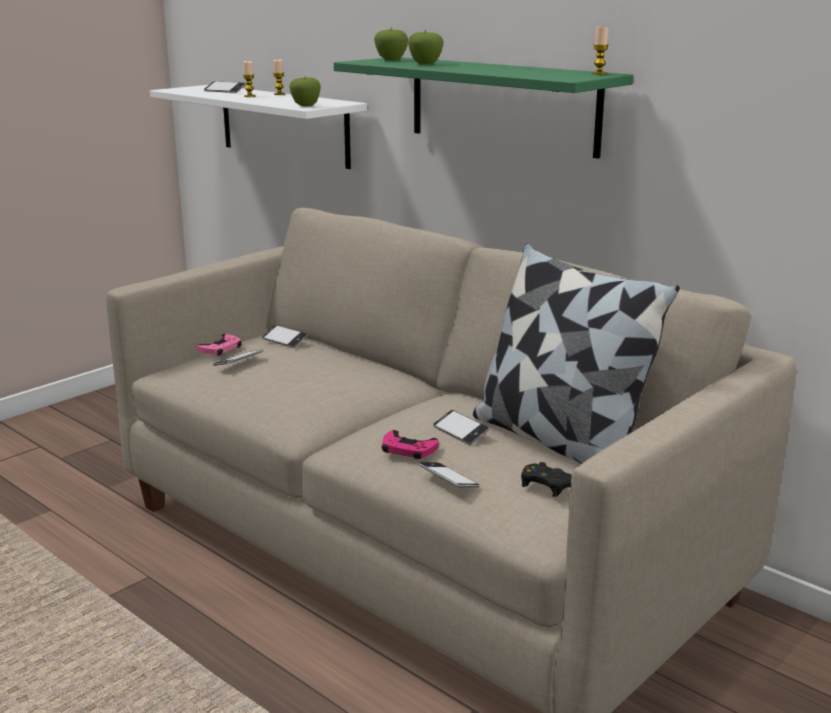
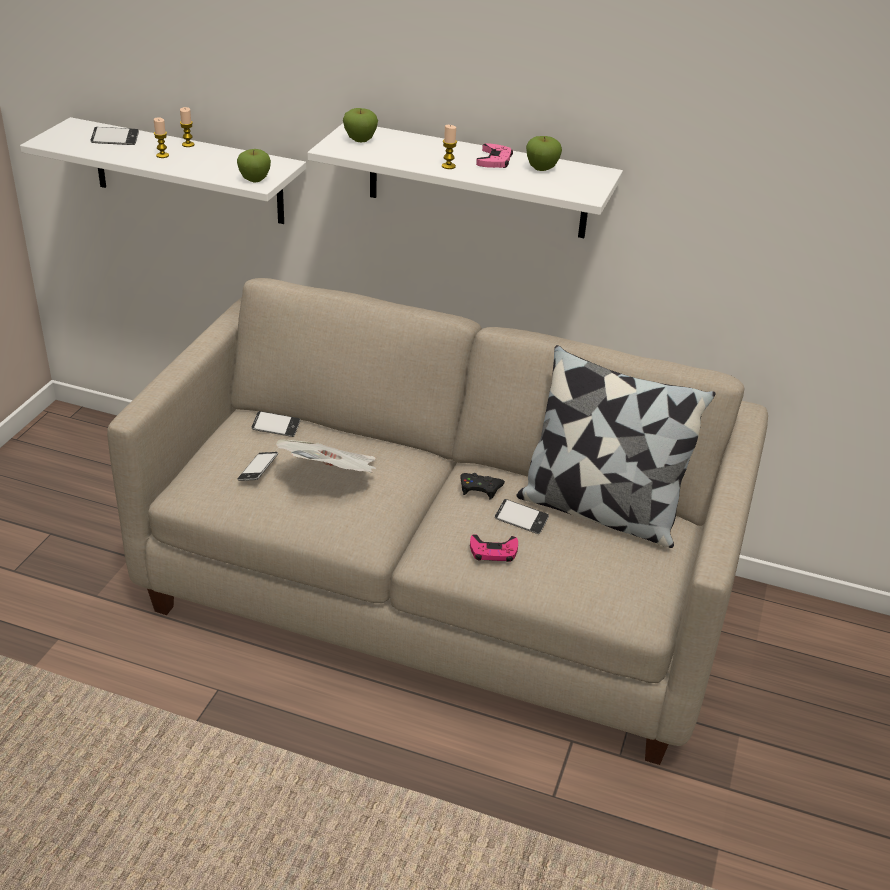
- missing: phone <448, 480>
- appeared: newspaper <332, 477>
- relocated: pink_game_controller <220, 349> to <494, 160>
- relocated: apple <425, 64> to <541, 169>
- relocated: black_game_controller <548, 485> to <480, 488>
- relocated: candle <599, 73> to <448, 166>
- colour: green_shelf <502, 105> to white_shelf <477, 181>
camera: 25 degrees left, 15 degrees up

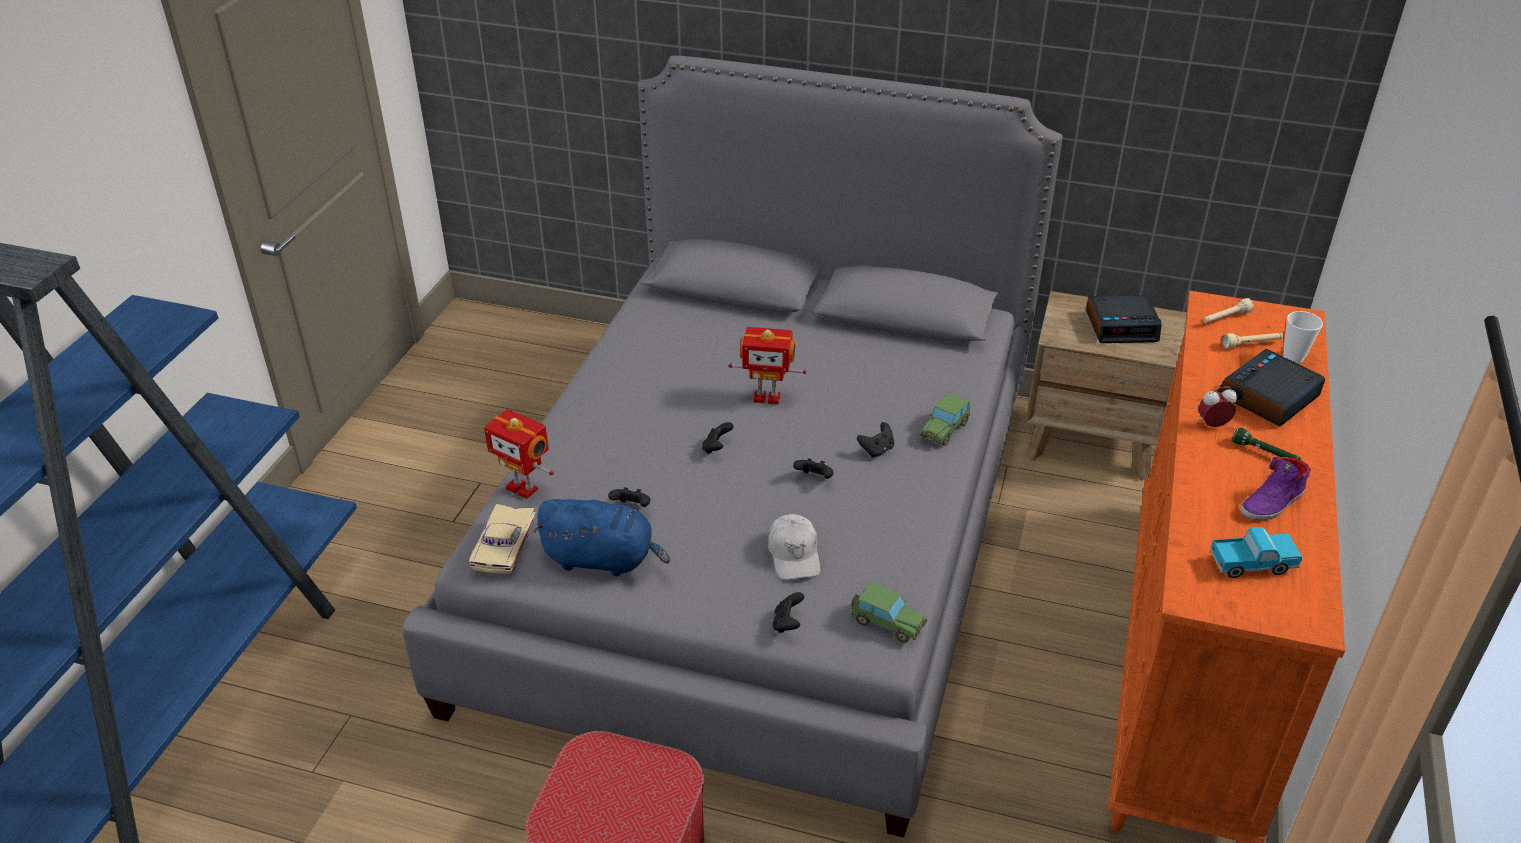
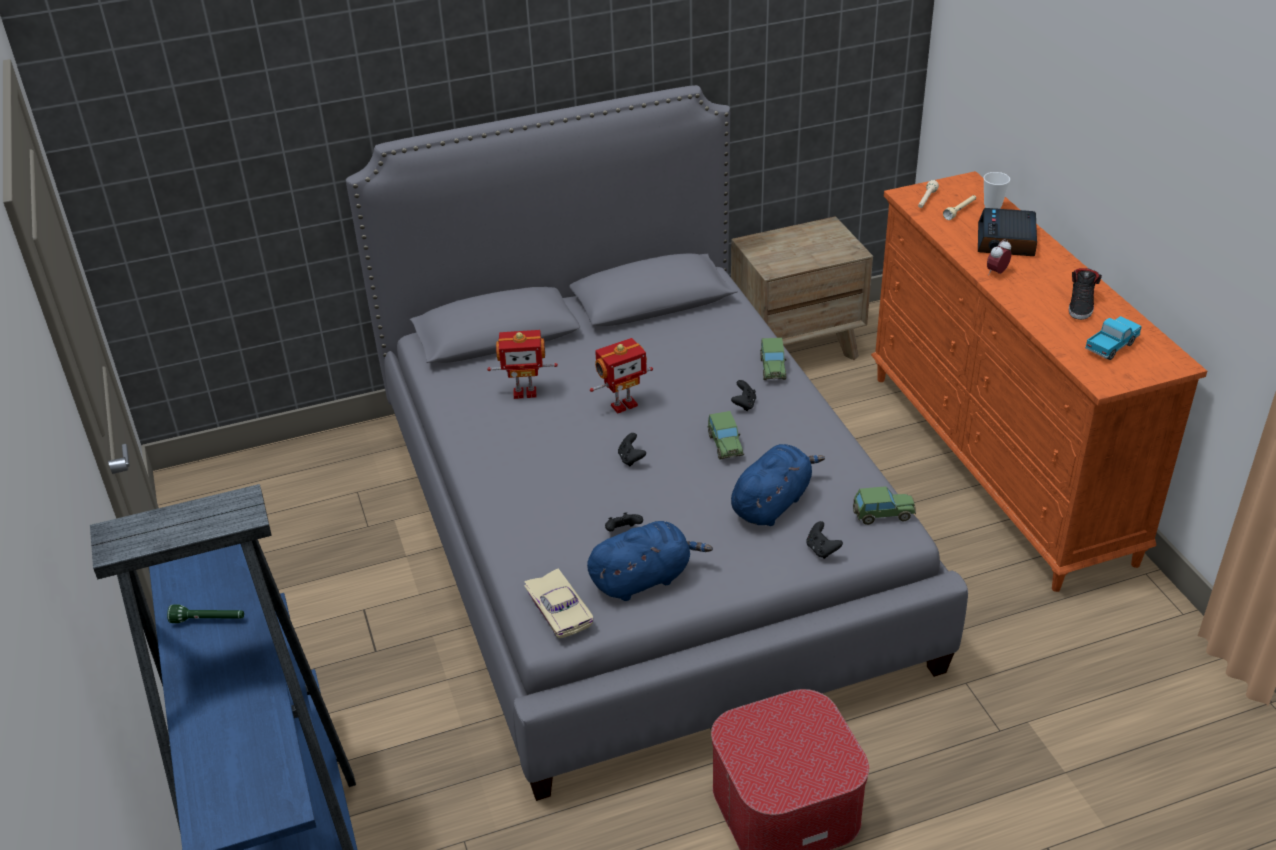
- missing: alarm_clock <1122, 326>
- relocated: toy_robot <523, 487> to <525, 392>
- relocated: green_flashlight <1265, 453> to <208, 620>
- exchanged: white_cap <794, 554> to blue_plush_toy <772, 503>
- exchanged: black_game_controller <814, 478> to toy_car <725, 445>
- colour: purple_shoe <1272, 503> to black_shoe <1081, 304>
camera: 35 degrees left, 0 degrees up

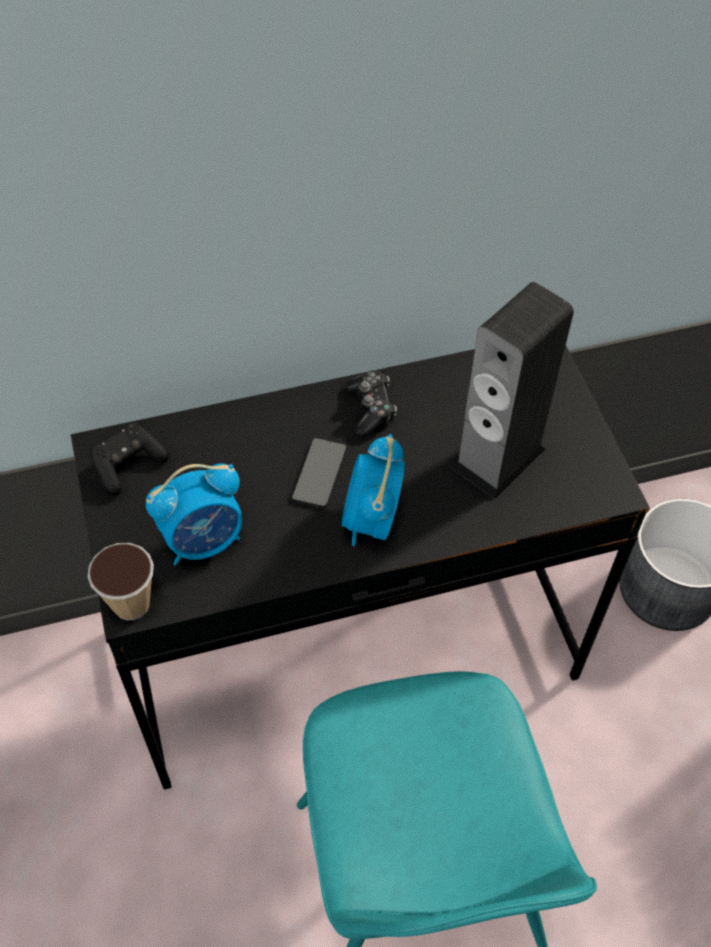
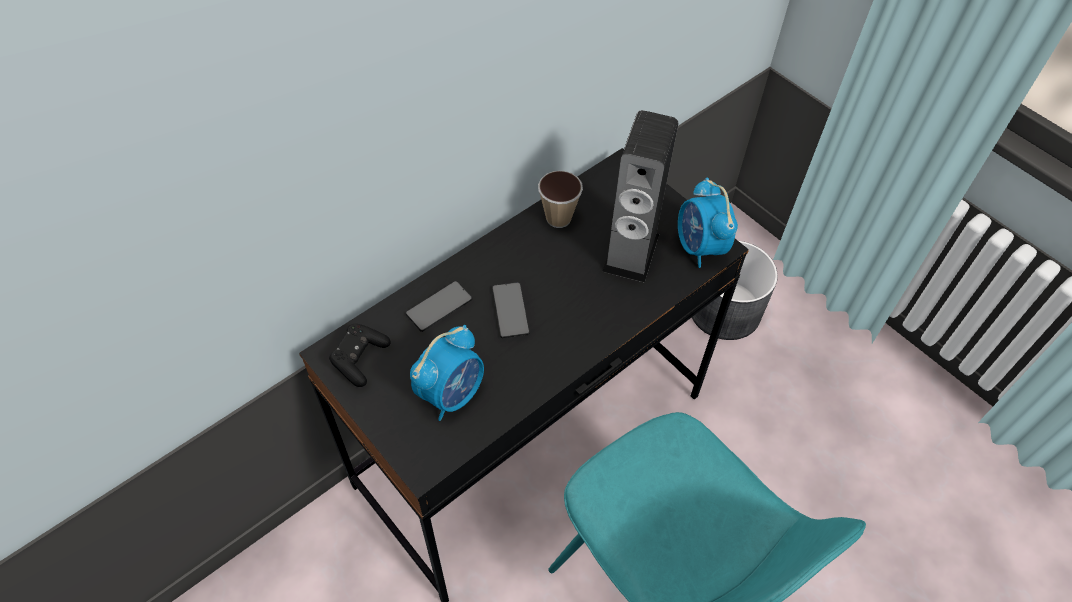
- missing: game_controller <371, 408>
- appeared: phone <439, 307>
- relocated: cup <131, 604> to <558, 218>
- relocated: alarm_clock <371, 520> to <699, 247>
camera: 25 degrees left, 0 degrees up

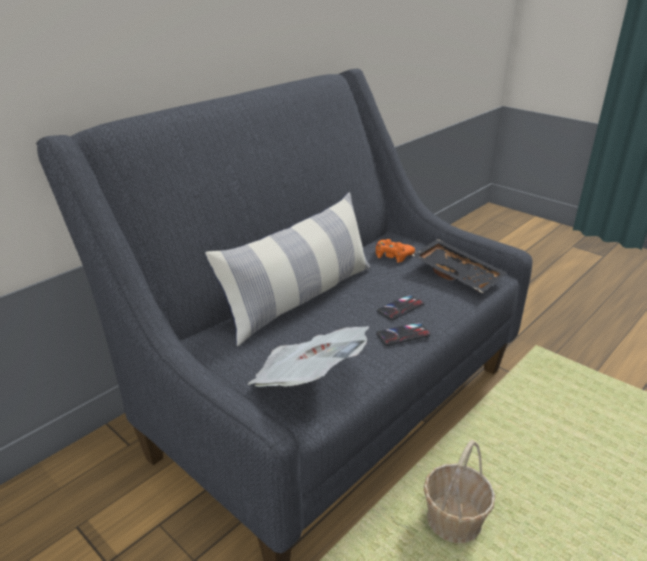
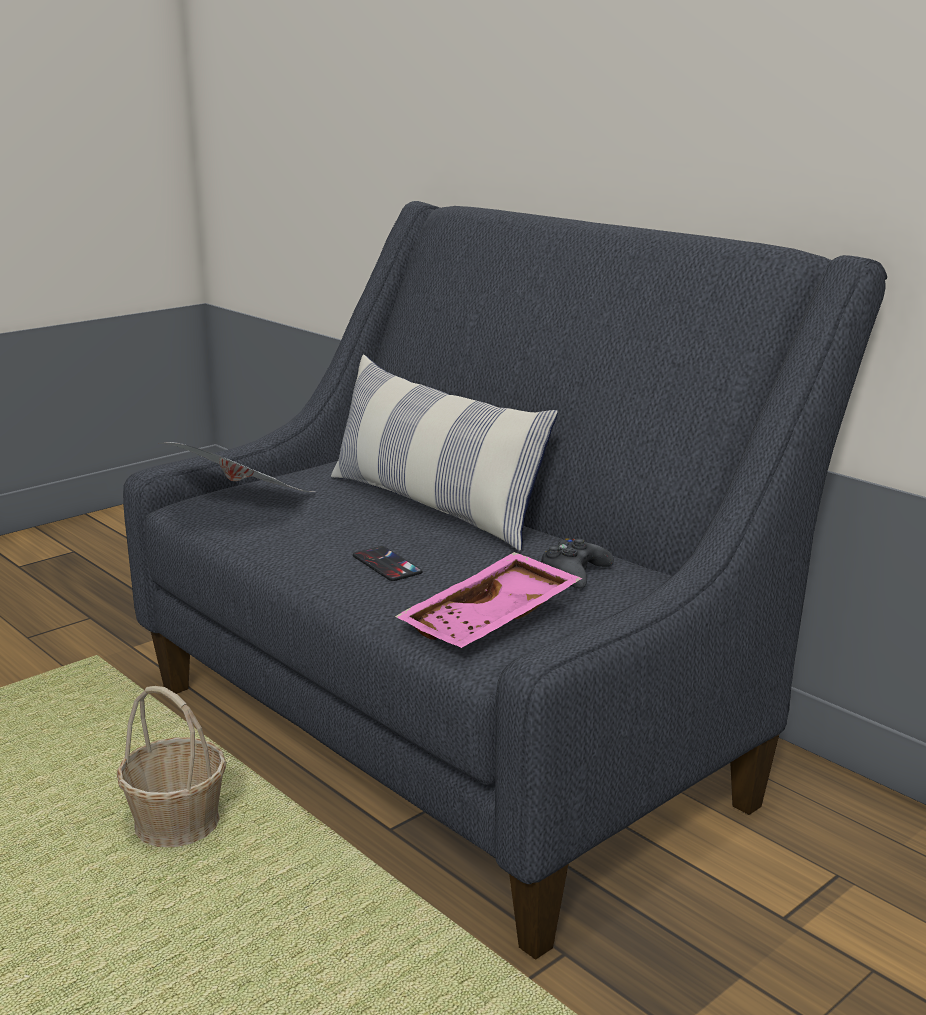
- missing: phone <403, 334>
- colour: orange_game_controller <392, 255> to black_game_controller <574, 574>
- colour: black_tray <458, 274> to pink_tray <492, 621>
camera: 95 degrees right, 10 degrees down

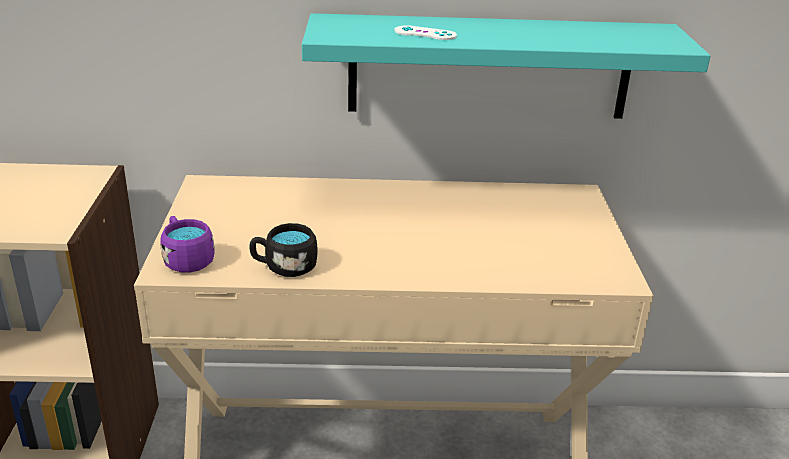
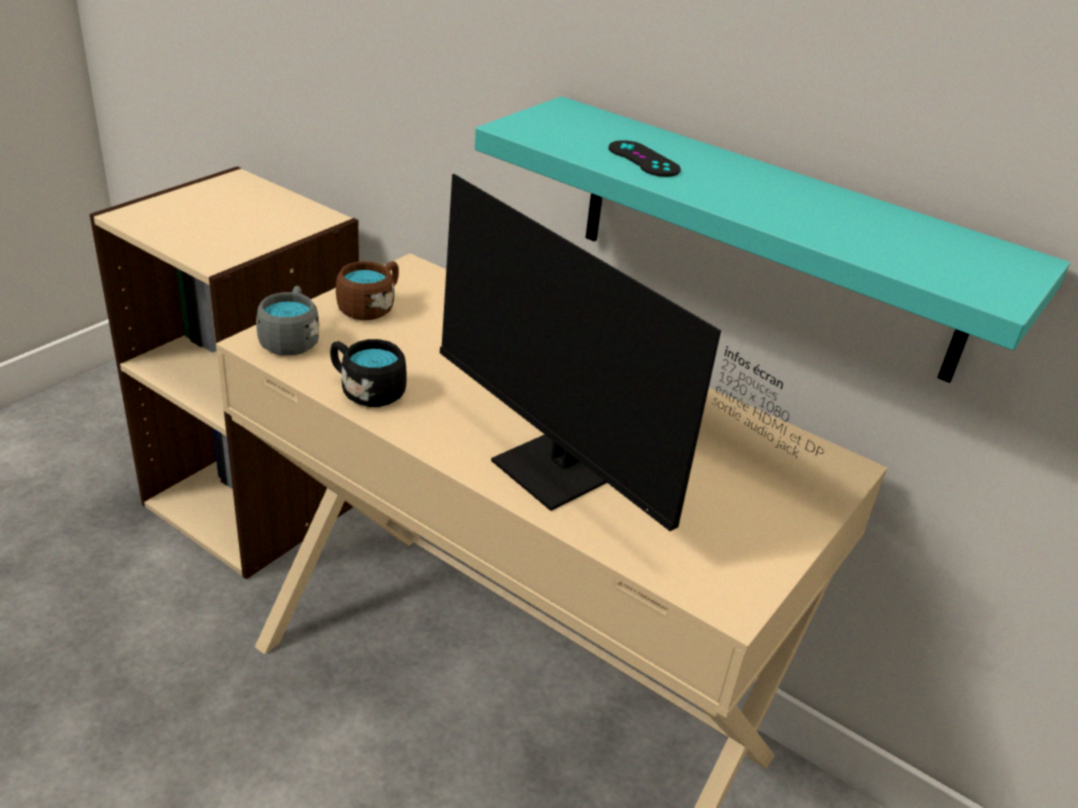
- appeared: brown_mug <371, 306>
- appeared: monitor <563, 479>
- colour: purple_mug <186, 259> to grey_mug <291, 339>
- colour: white_game_controller <425, 33> to black_game_controller <643, 159>
camera: 35 degrees right, 5 degrees up

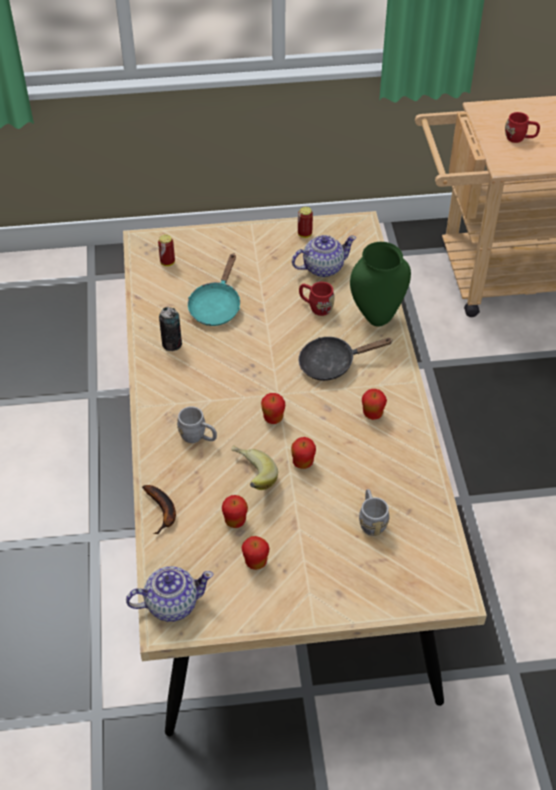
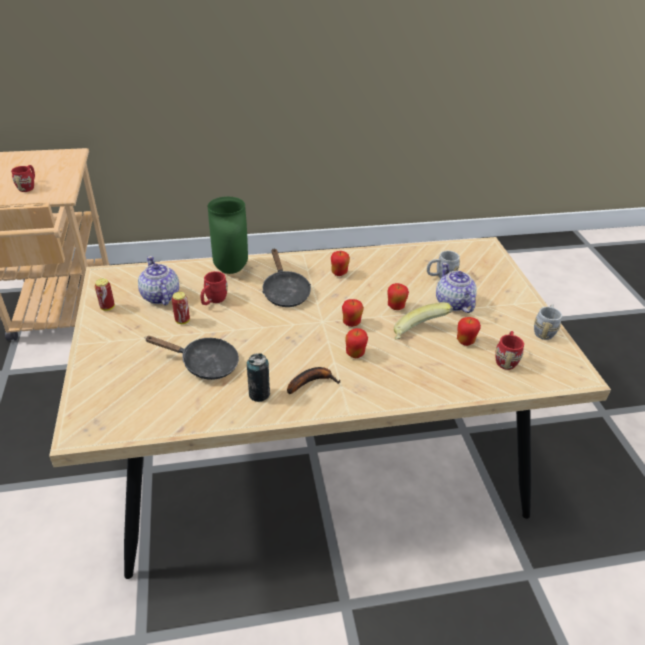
- appeared: red_mug <506, 359>
- relocated: teapot <171, 603> to <453, 303>
- relocated: banana <163, 511> to <312, 382>
- relocated: can <167, 262> to <182, 321>
- relocated: grey_mug <198, 437> to <544, 330>
- relocated: apple <255, 562> to <355, 354>
- colour: turquoise_frying_pan <216, 306> to black_frying_pan <204, 364>
camera: 95 degrees left, 10 degrees down

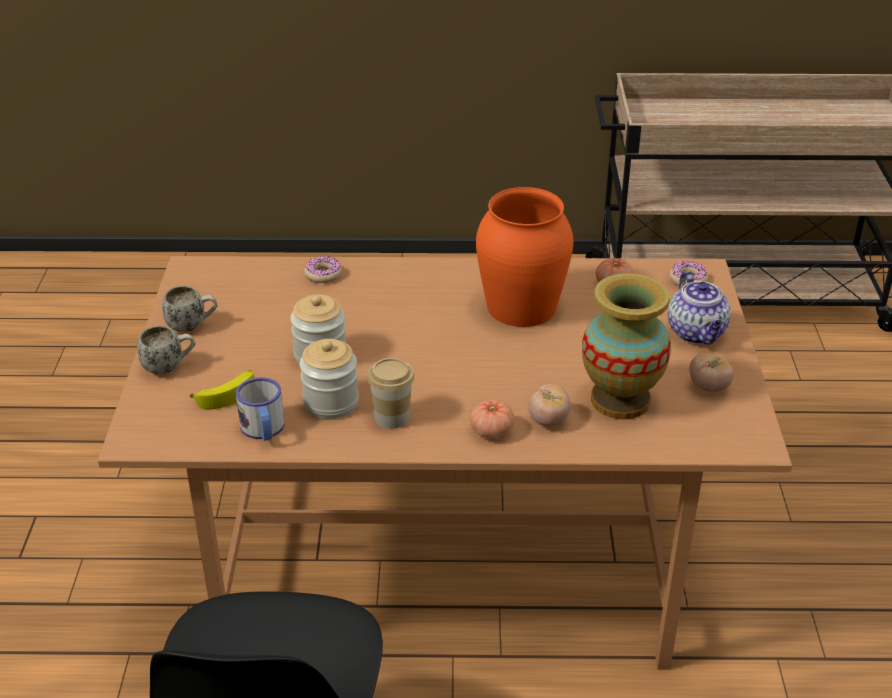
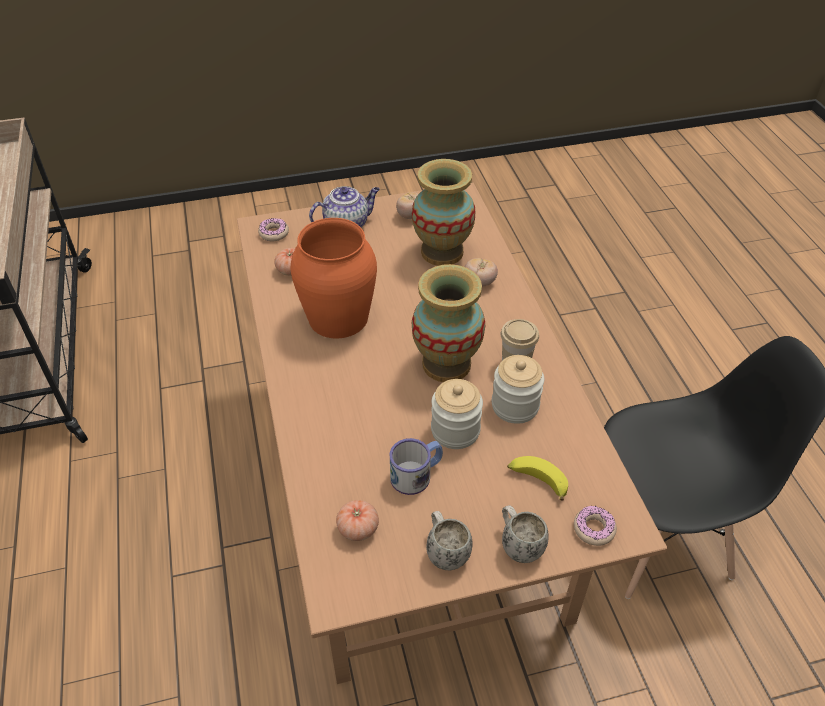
- appeared: vase <446, 364>
- relocated: mug <263, 430> to <417, 474>
- relocated: donut <323, 274> to <594, 529>
- relocated: tomato <491, 431> to <358, 528>
camera: 105 degrees left, 10 degrees up

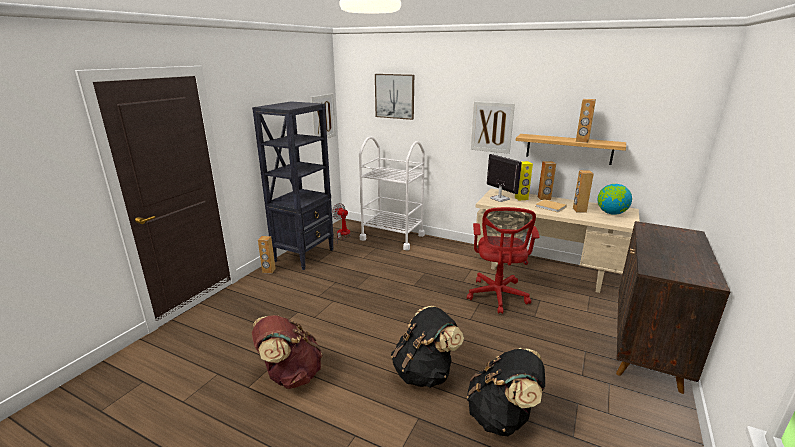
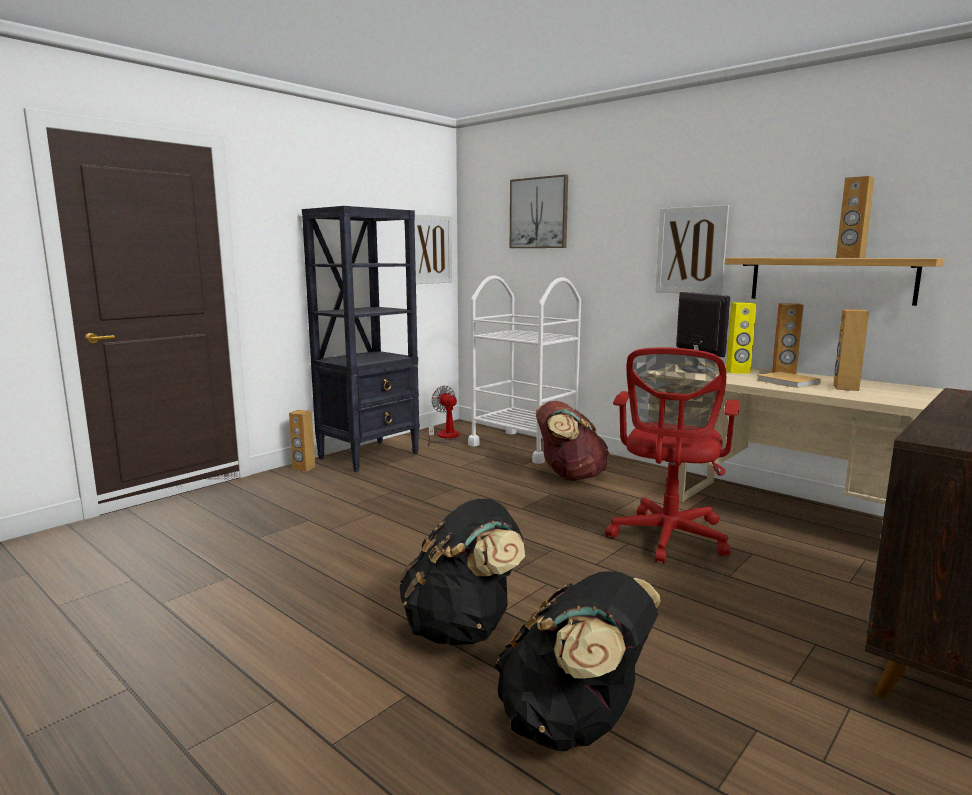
- missing: globe <611, 213>
- relocated: brown_backpack <290, 375> to <569, 476>
camera: 15 degrees right, 10 degrees down

